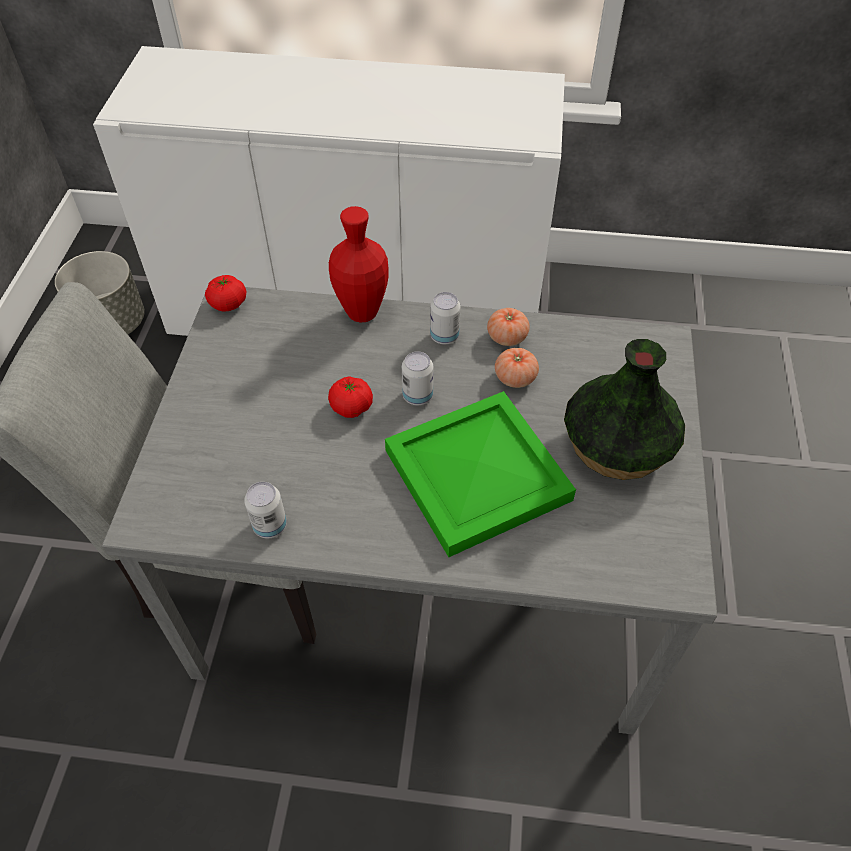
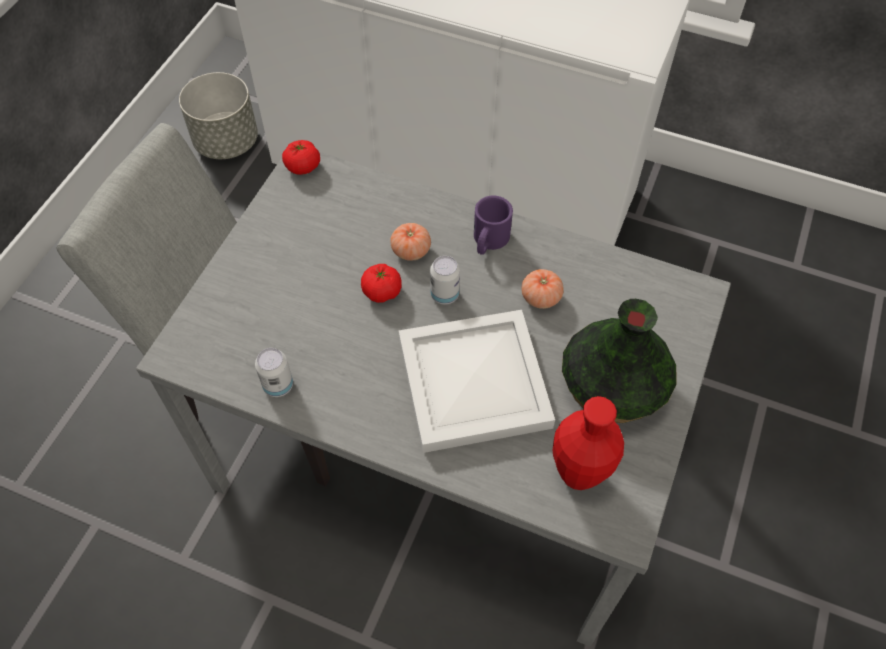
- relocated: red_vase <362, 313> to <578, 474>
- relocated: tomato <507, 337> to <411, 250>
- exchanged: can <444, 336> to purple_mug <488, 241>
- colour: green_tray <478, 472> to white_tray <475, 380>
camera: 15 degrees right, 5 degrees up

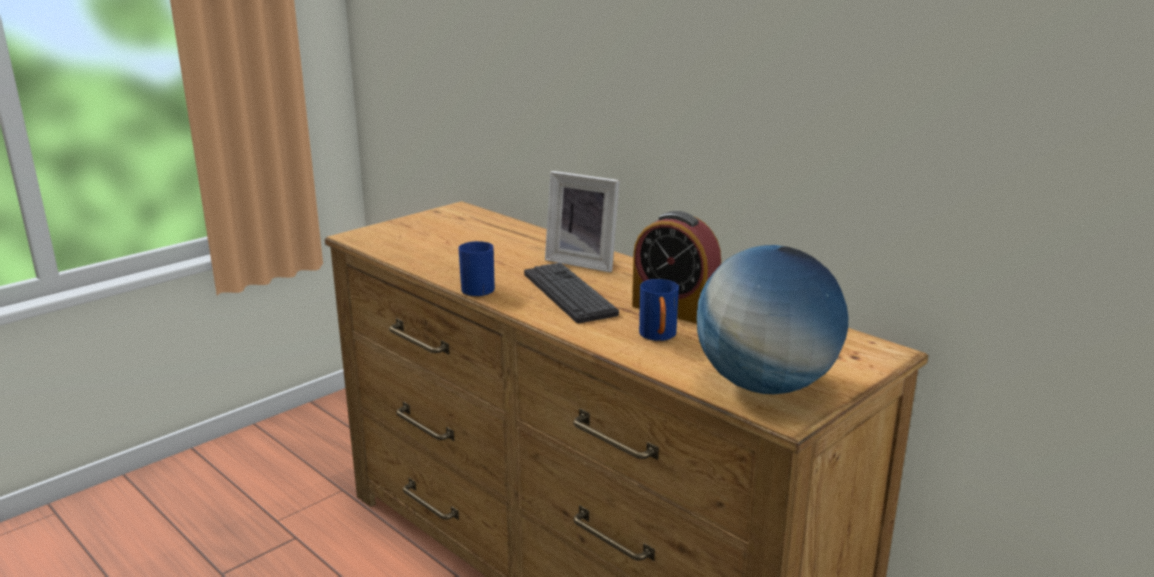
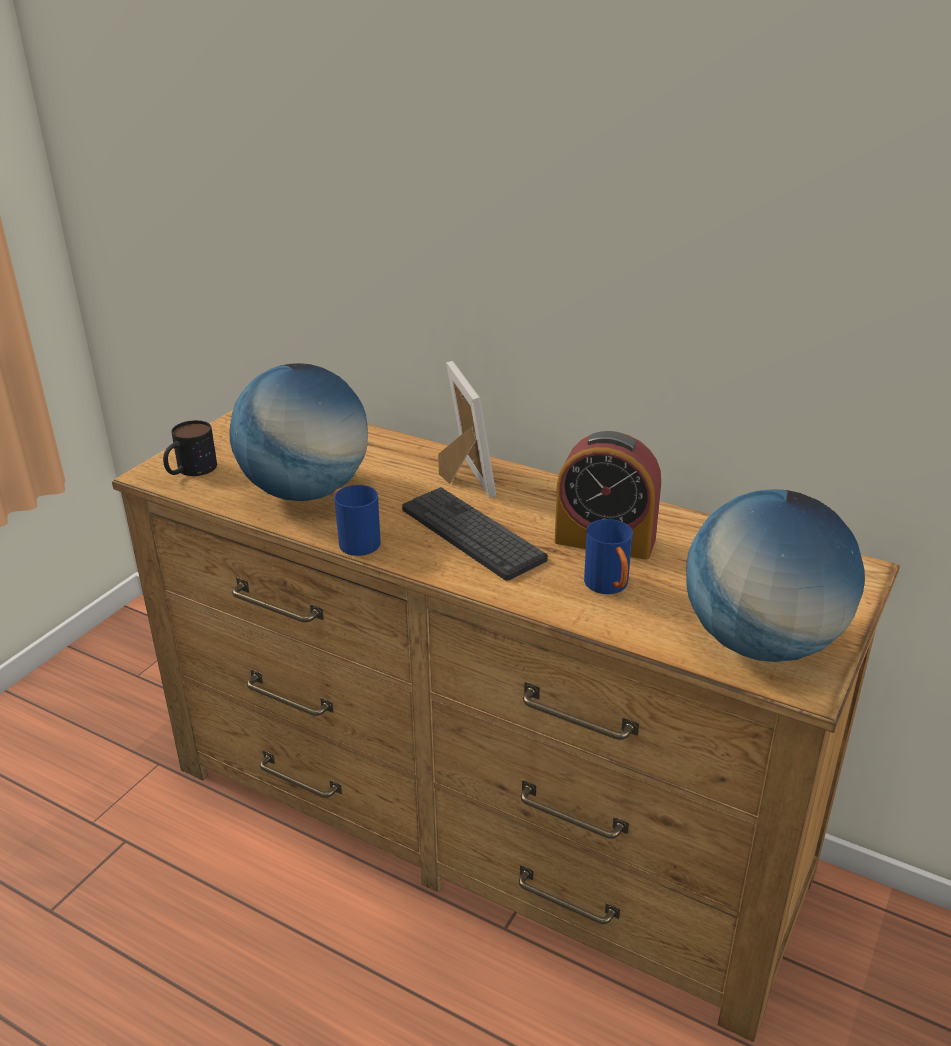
- appeared: mug <190, 470>
- appeared: globe <305, 491>
- spun: picture_frame <584, 262> = <462, 478> 120 degrees counterclockwise
camera: 15 degrees left, 10 degrees up

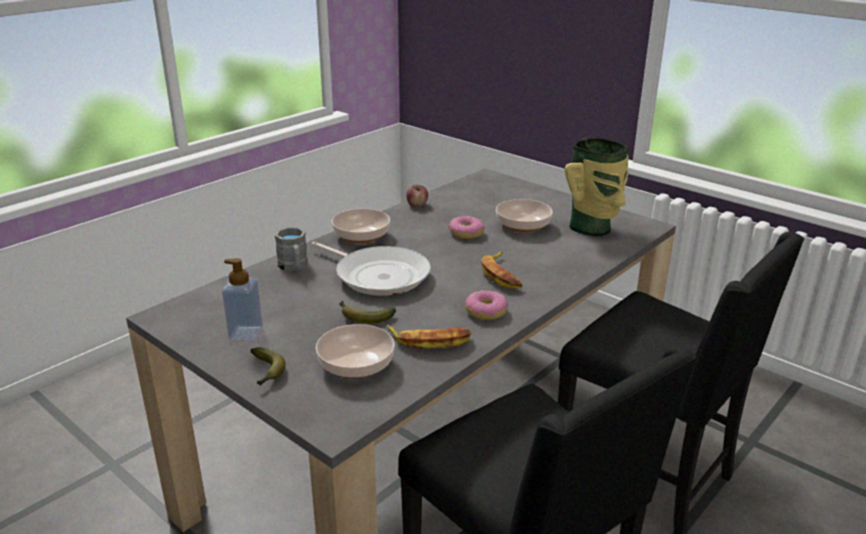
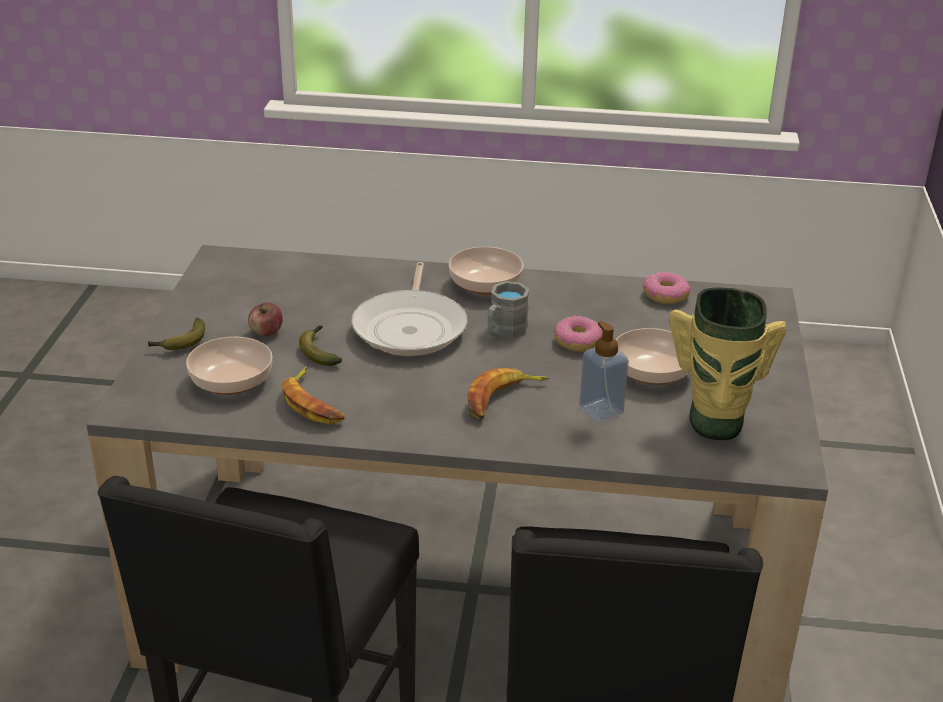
- relocated: soap_dispenser <245, 333> to <601, 410>
- relocated: grey_mug <294, 267> to <504, 331>
- relocated: apple <417, 205> to <266, 332>
- relocated: donut <486, 312> to <665, 295>
camera: 55 degrees right, 5 degrees up

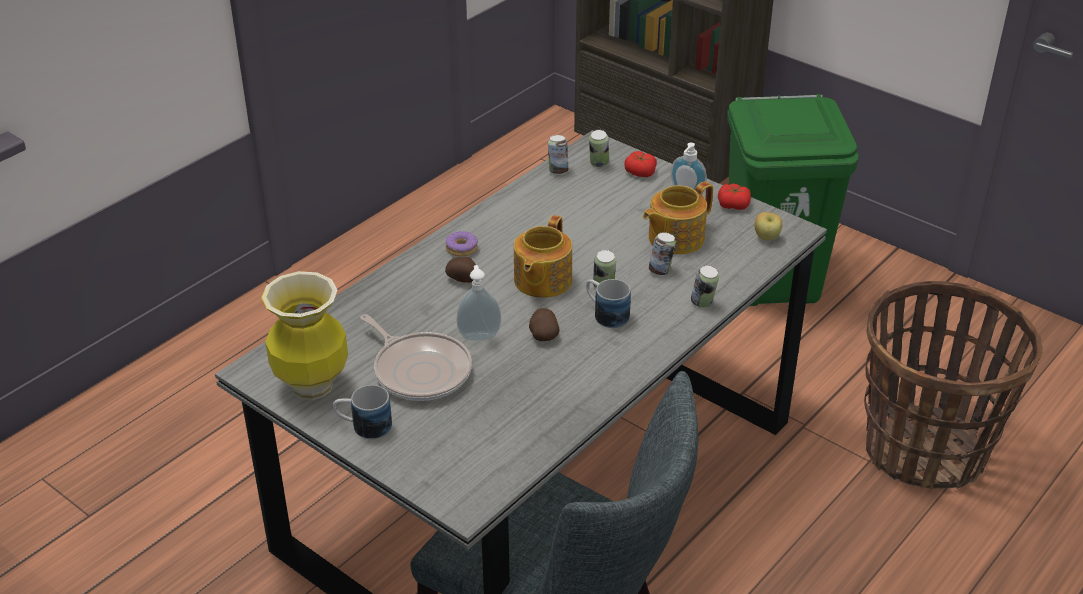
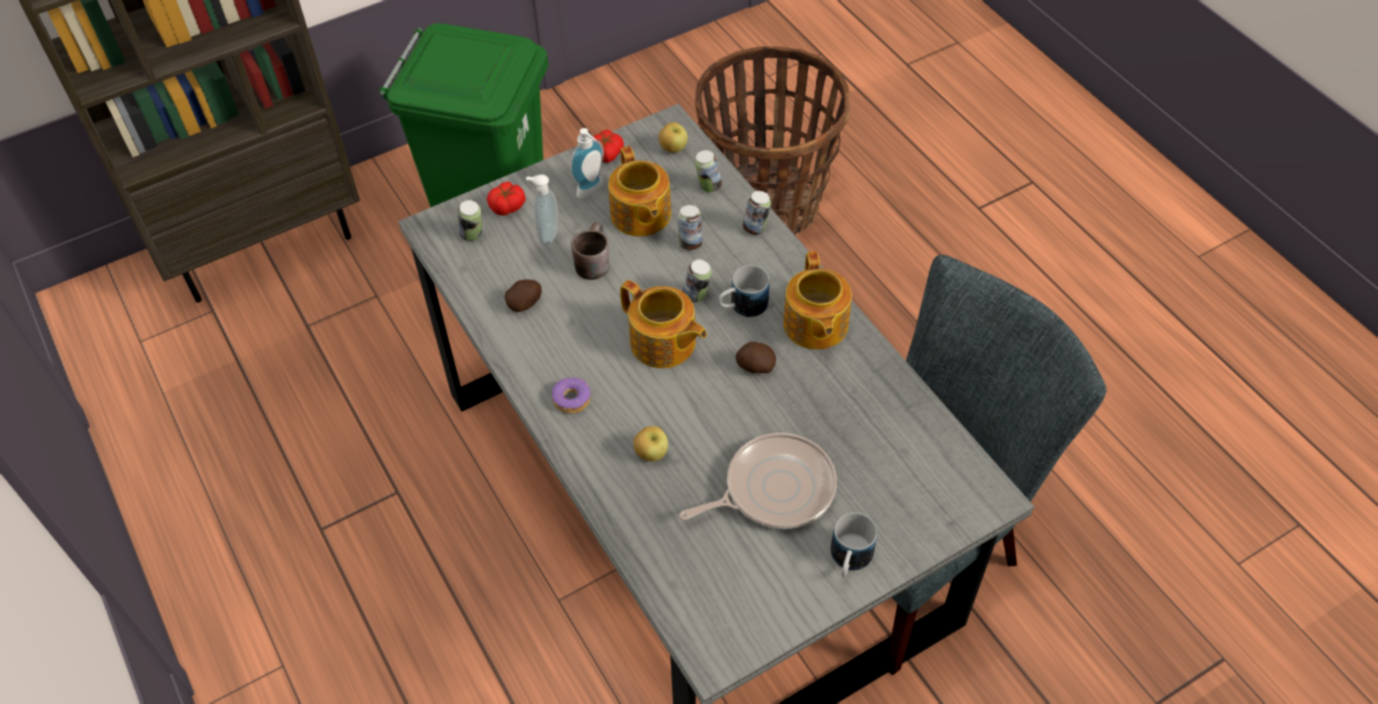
- missing: vase <311, 386>
- appeared: brown_mug <591, 261>
- appeared: apple <651, 453>
- appeared: teapot <814, 325>
- relocated: potato <463, 279> to <525, 303>
- relocated: soap_dispenser <479, 335> to <547, 235>
- relocated: can <558, 171> to <708, 187>
camera: 70 degrees left, 15 degrees up

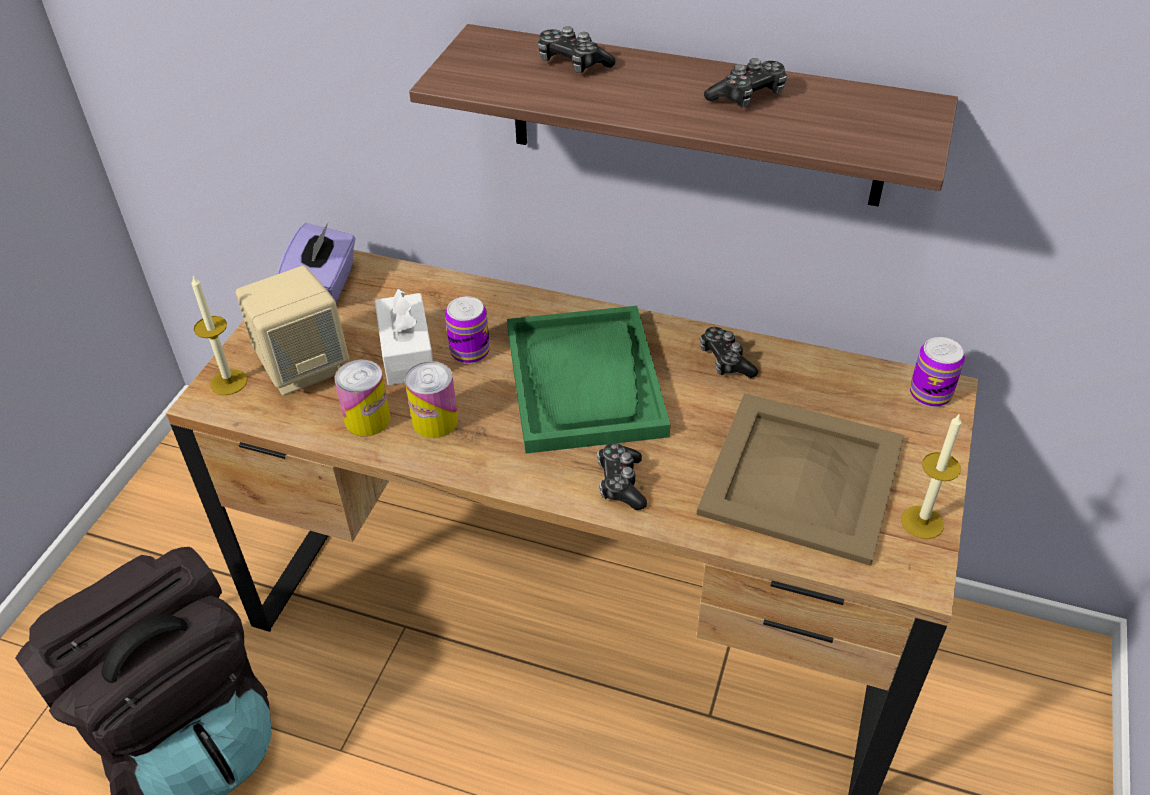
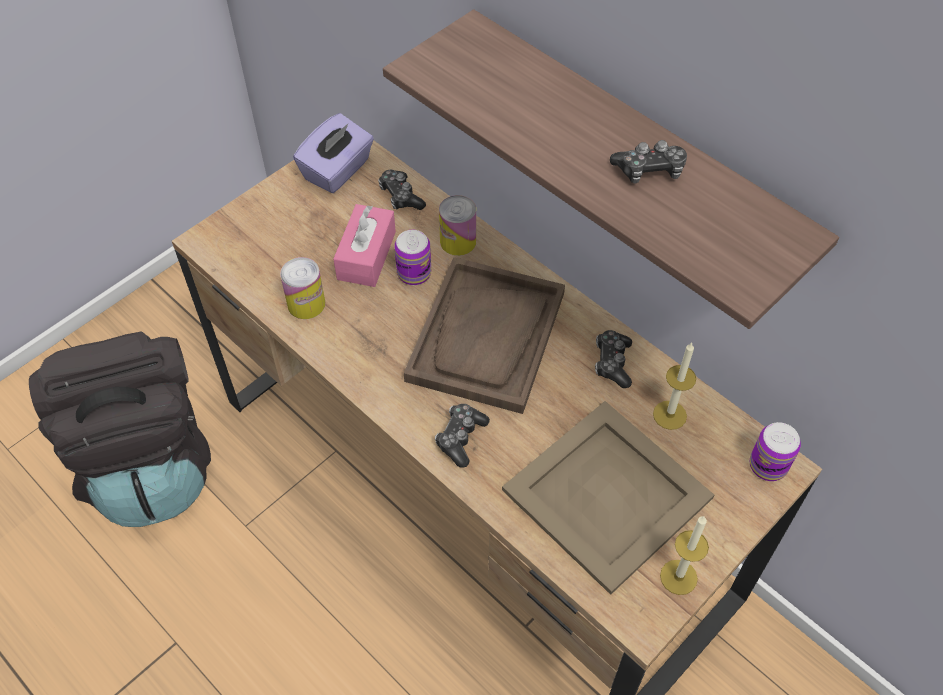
- missing: beige_speaker <303, 366>
- relocated: candle <228, 382> to <669, 415>
- relocated: can <435, 421> to <458, 241>
- relocated: game_controller <572, 63> to <401, 196>
- colour: white_tissue_box <407, 352> to pink_tissue_box <366, 255>
- colour: green_tray <585, 382> to brown_tray <486, 337>
camera: 25 degrees right, 10 degrees up

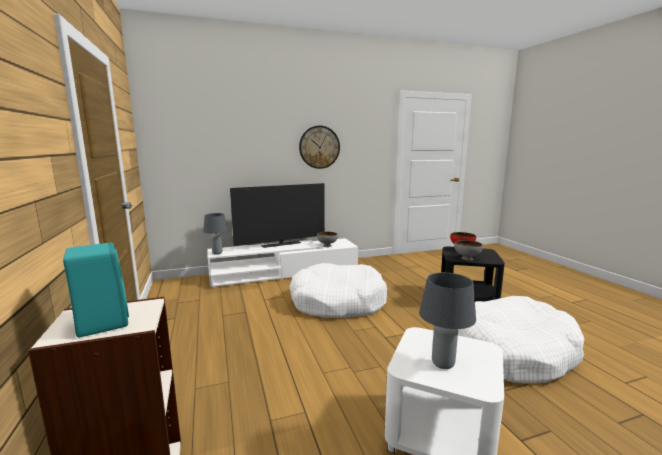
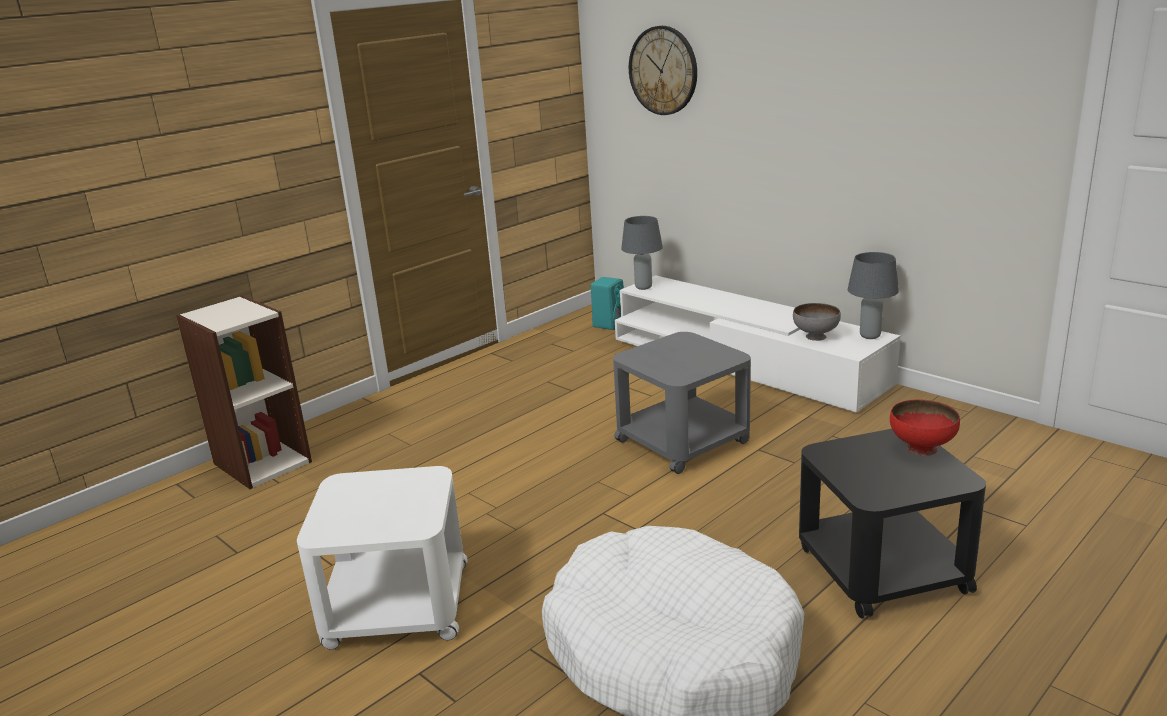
- missing: television <281, 244>
- missing: grey_bowl <467, 259>
- relocated: turquoise_speaker <102, 322> to <609, 324>
- relocated: wall_clock <319, 147> to <663, 70>
- relocated: grey_table_lamp <443, 364> to <869, 336>
- exchanged: white_dog_bed <337, 302> to grey_side_table <683, 440>
camera: 65 degrees right, 10 degrees up

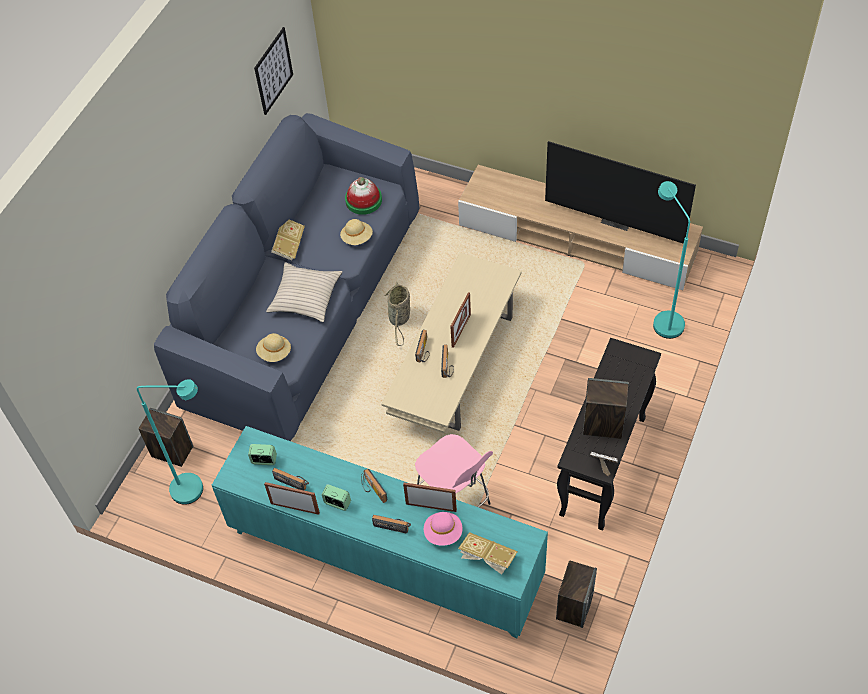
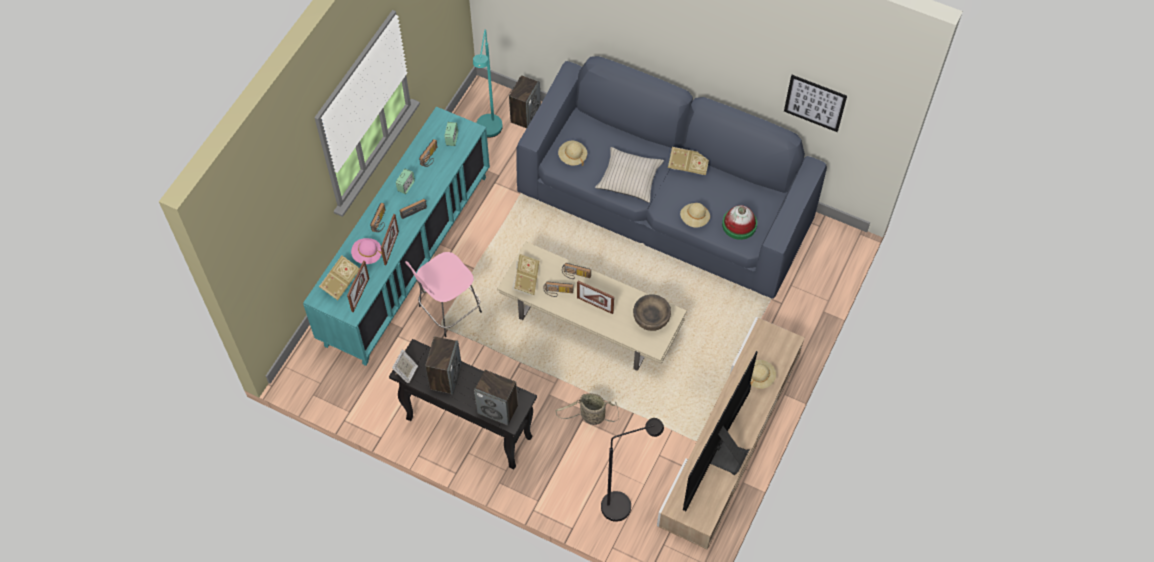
- appeared: book <525, 280>
- appeared: brown_bowl <651, 318>
- appeared: beige_hat <759, 377>
- relocated: picture_frame <295, 508> to <360, 294>
- relocated: basket <399, 319> to <590, 417>
- relocated: speaker <574, 606> to <498, 409>
- colour: turquoise_floor_lamp <663, 319> to black_floor_lamp <624, 503>
camera: 90 degrees right, 5 degrees up

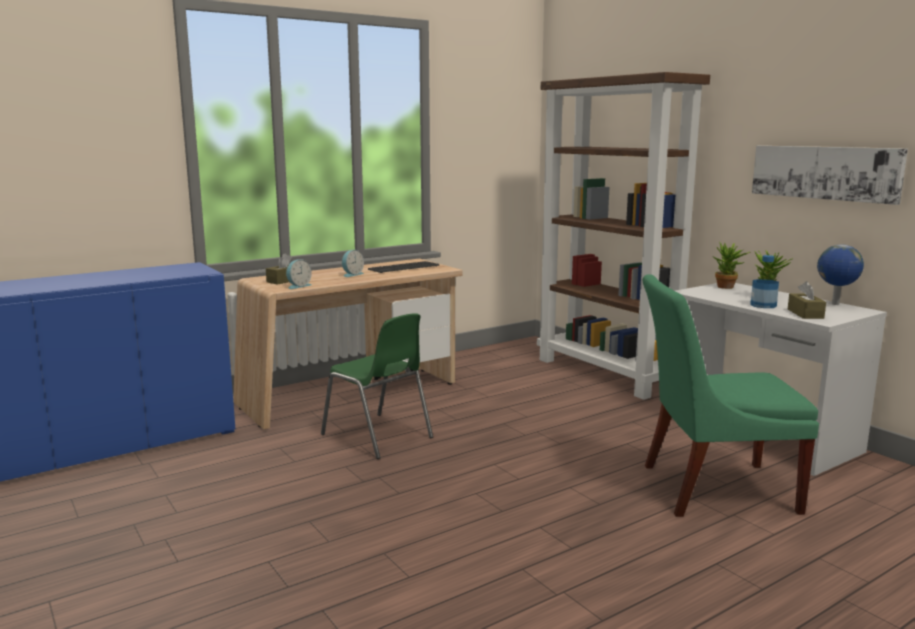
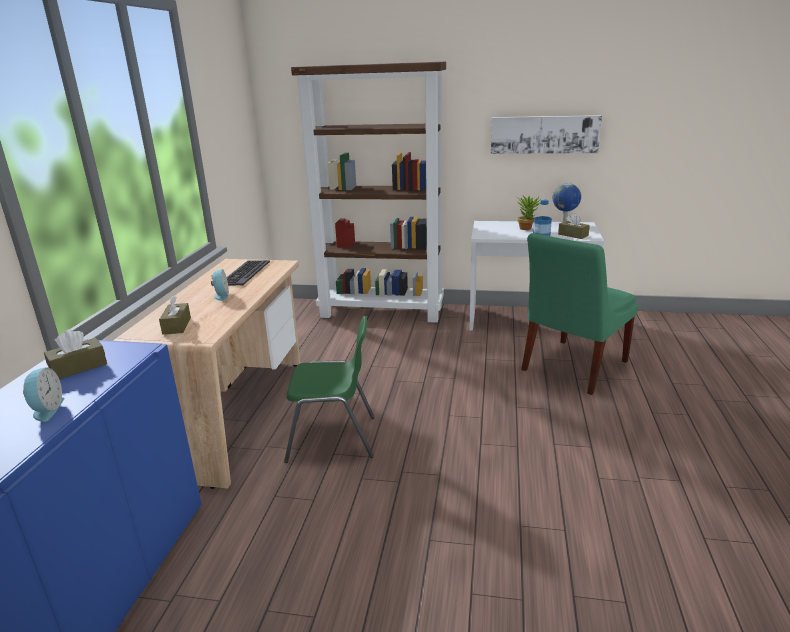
- missing: potted_plant <728, 287>
- appeared: brown_tissue_box <78, 367>
- relocated: alarm_clock <298, 286> to <46, 409>
camera: 45 degrees left, 10 degrees up

